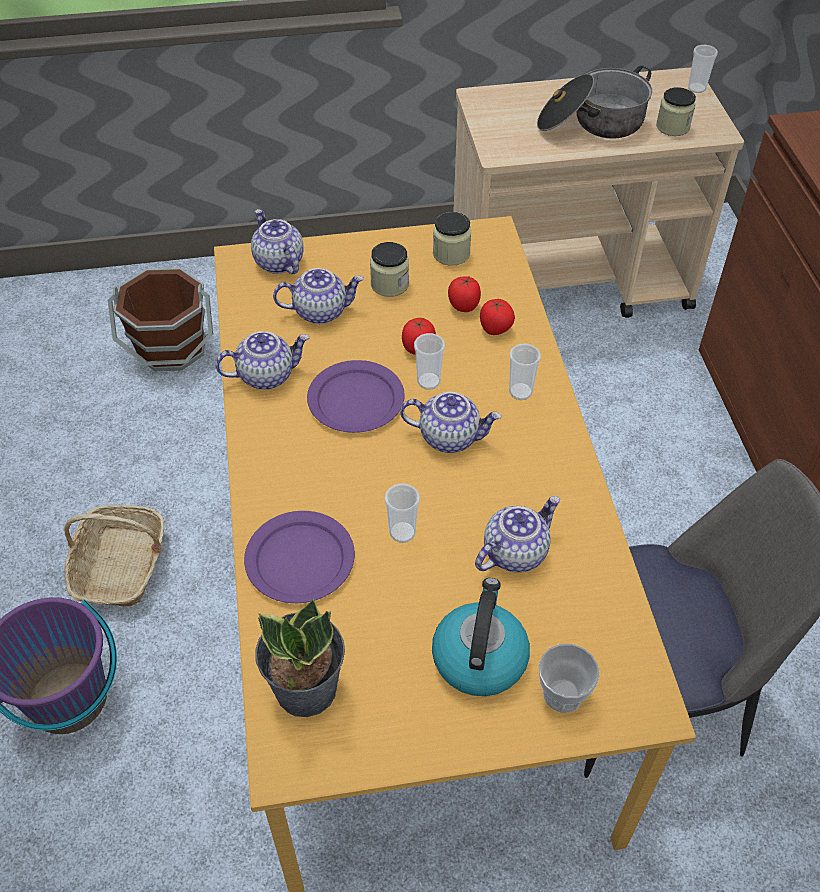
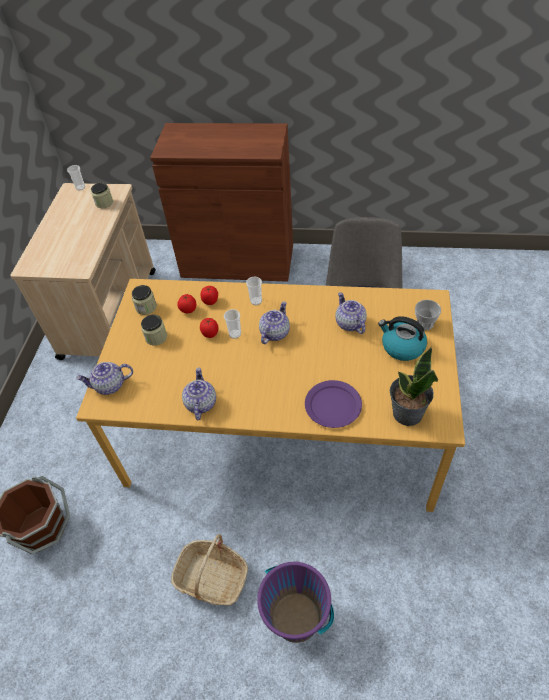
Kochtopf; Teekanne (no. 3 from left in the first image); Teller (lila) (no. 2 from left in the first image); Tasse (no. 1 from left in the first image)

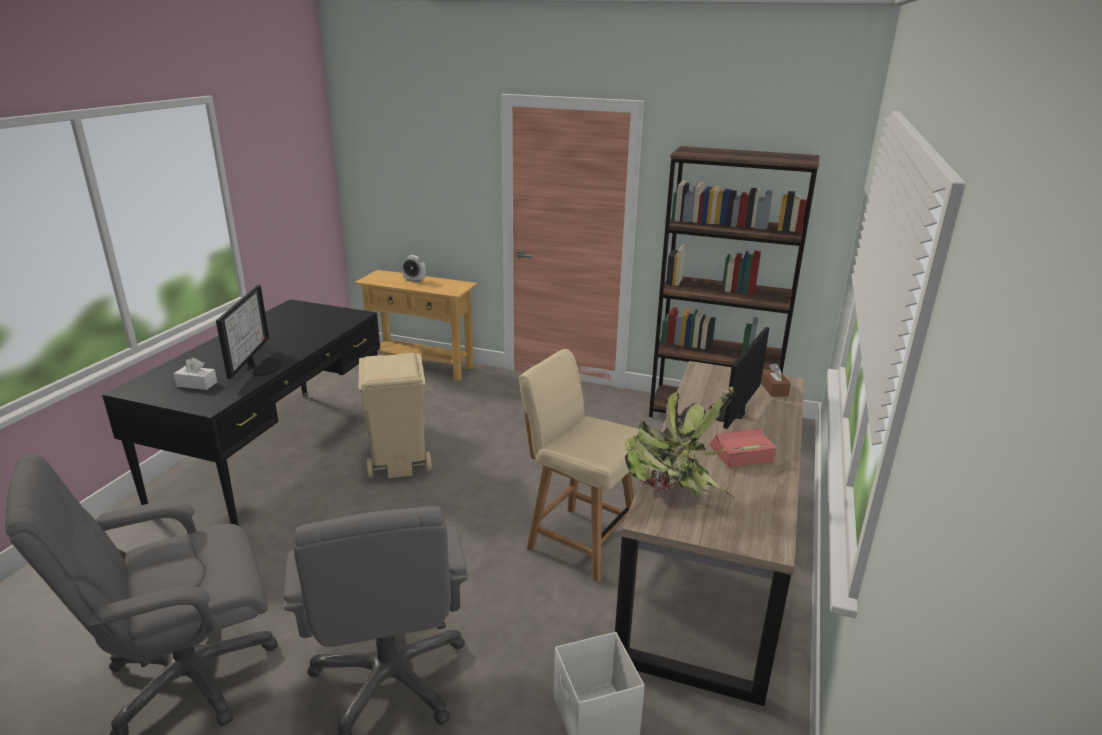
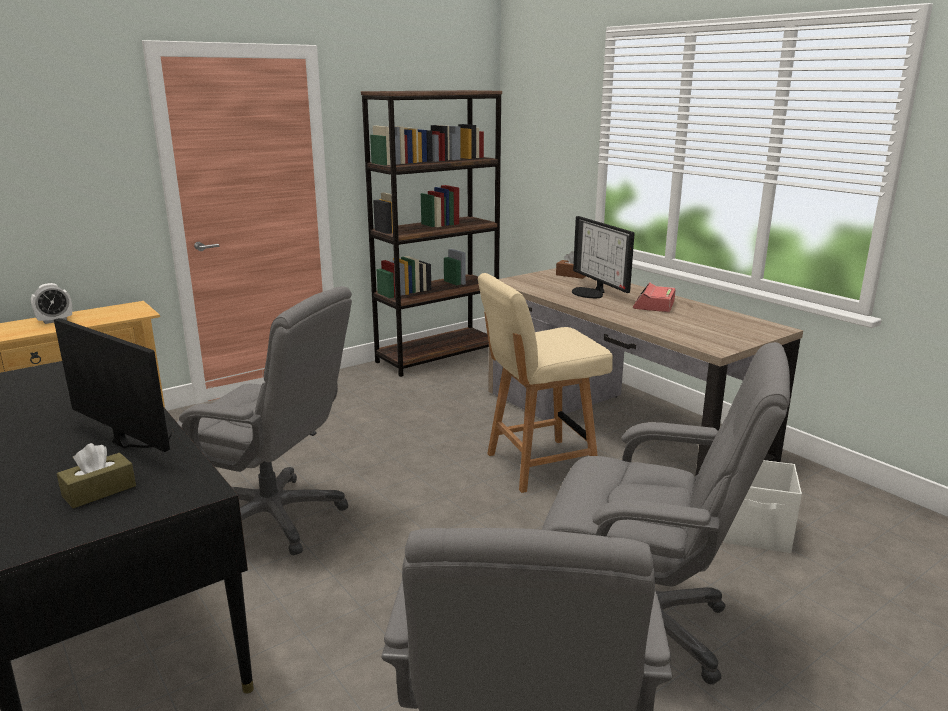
Bürostuhl (grau) (no. 1 from left); Taschentuchbox (braun) (no. 1 from left); Topfpflanze

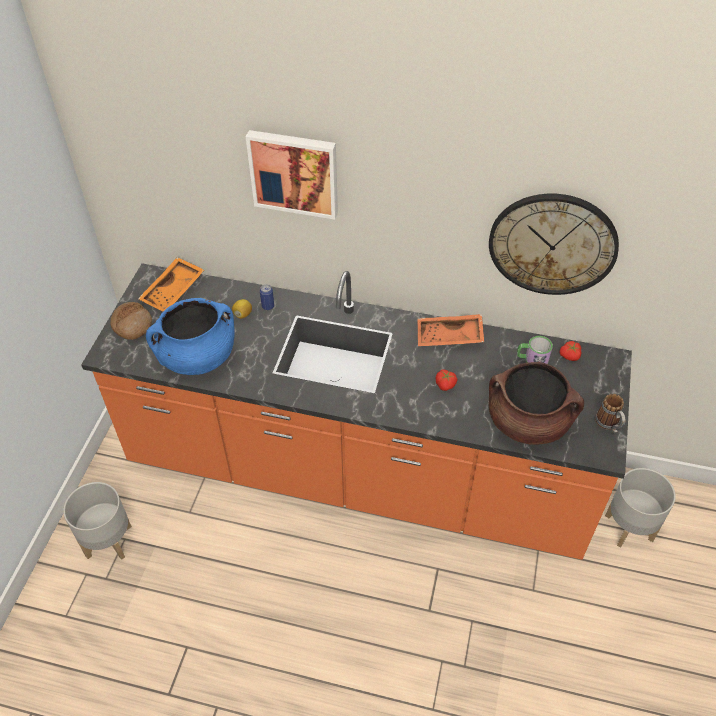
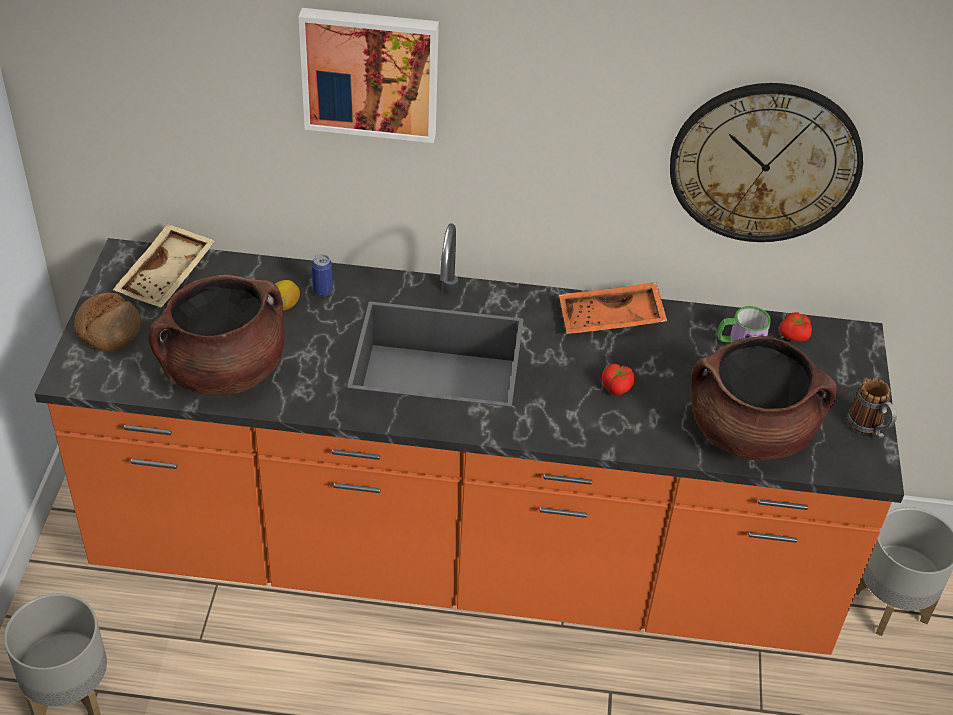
Tablett (beige); Kochtopf (braun) (no. 1 from left)

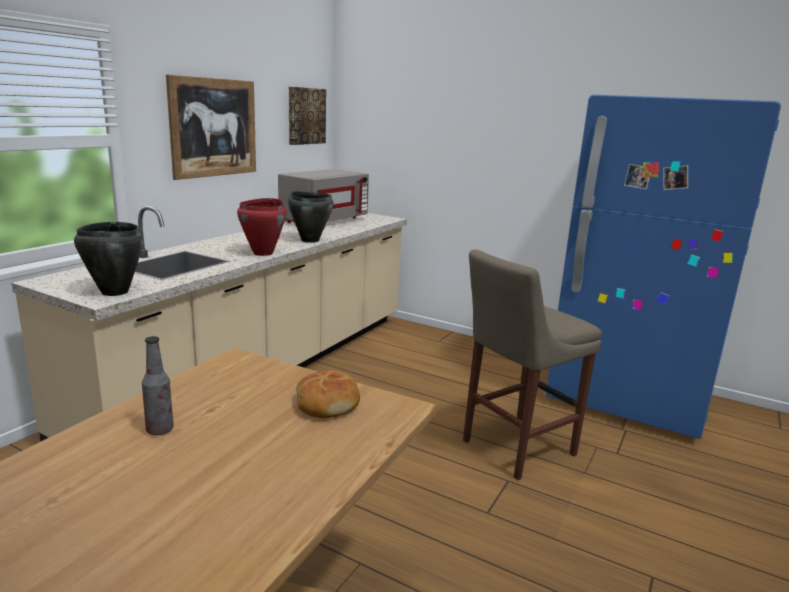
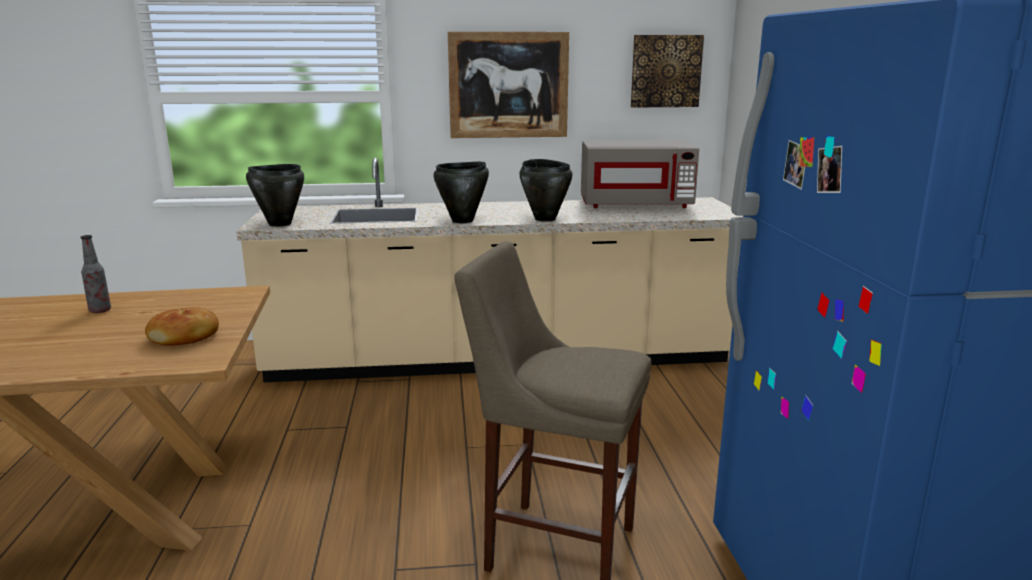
Kochtopf (schwarz) (no. 2 from left)

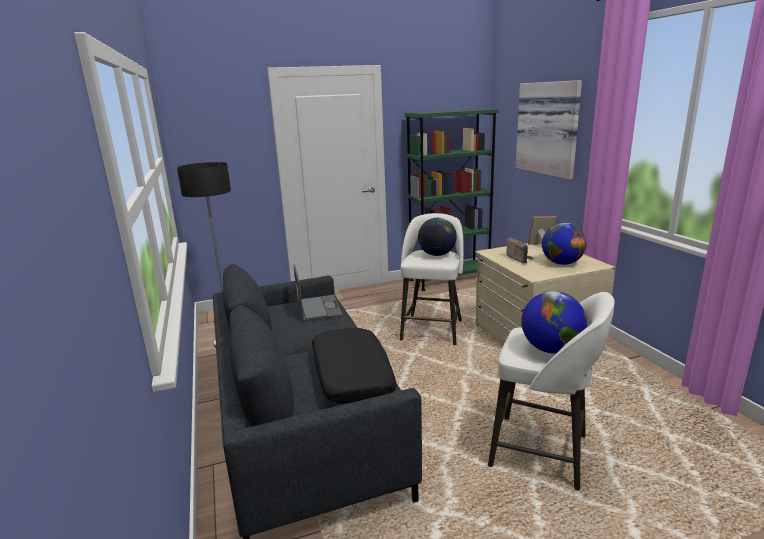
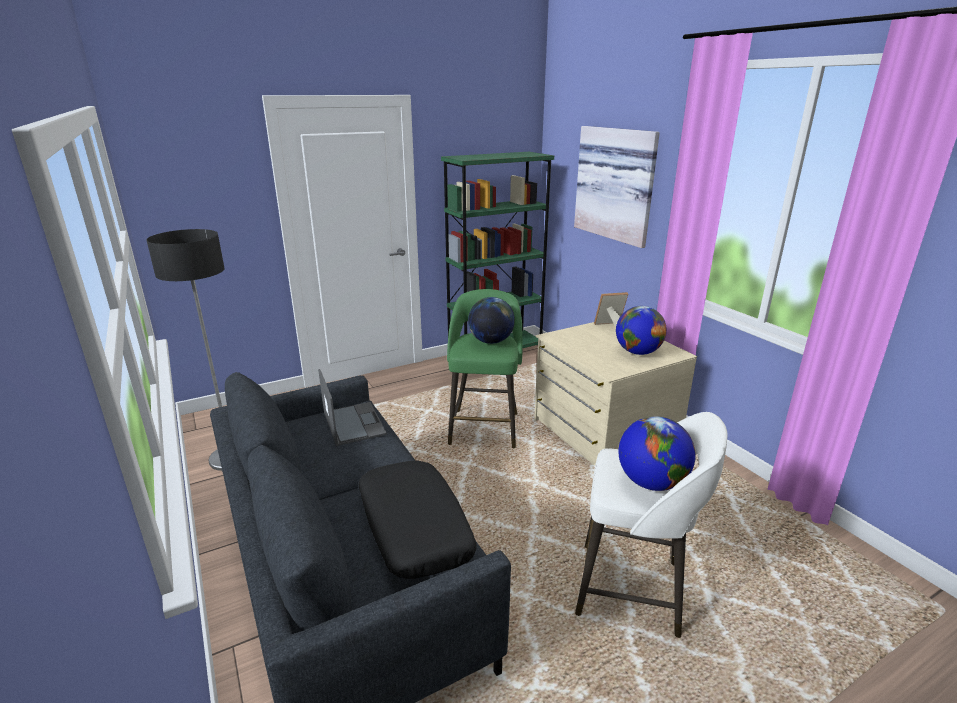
Hocker (grün); Radio

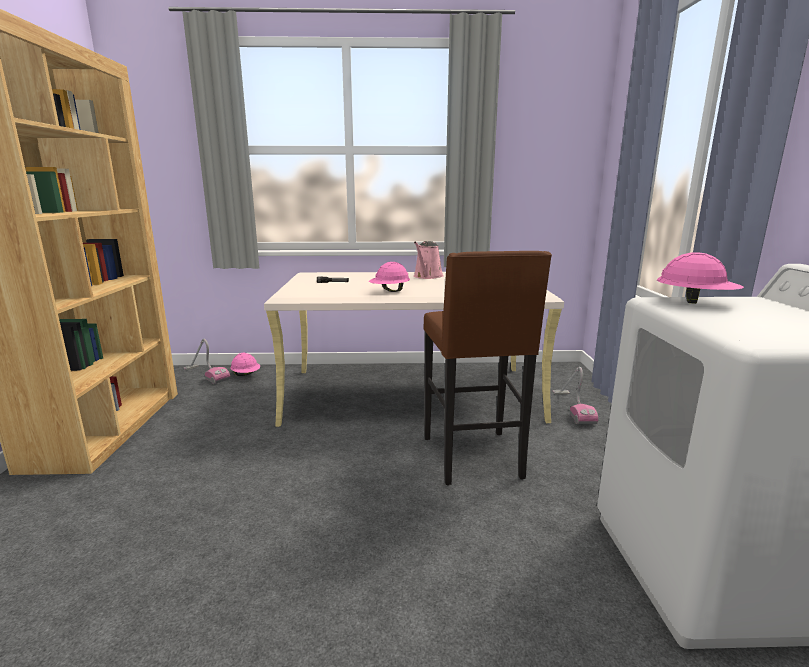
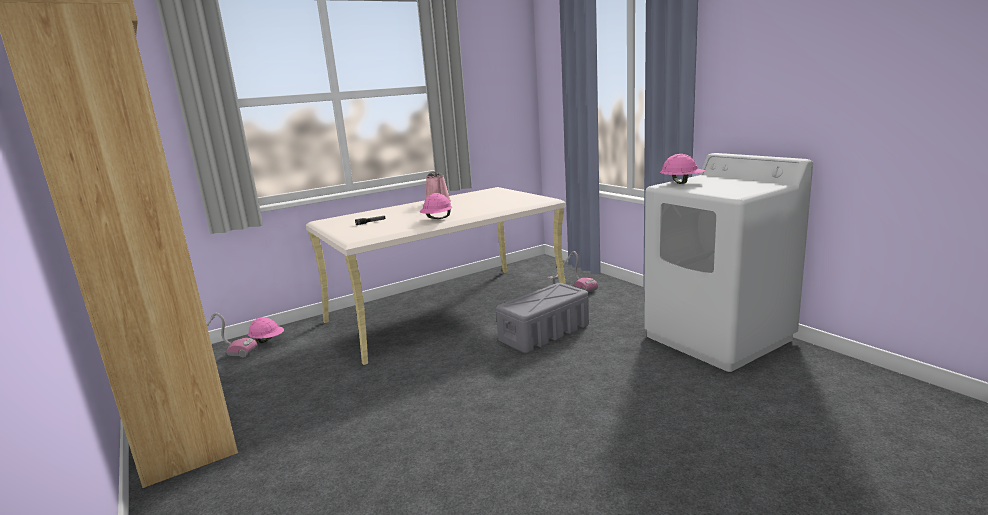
Aufbewahrungsbox (grau)

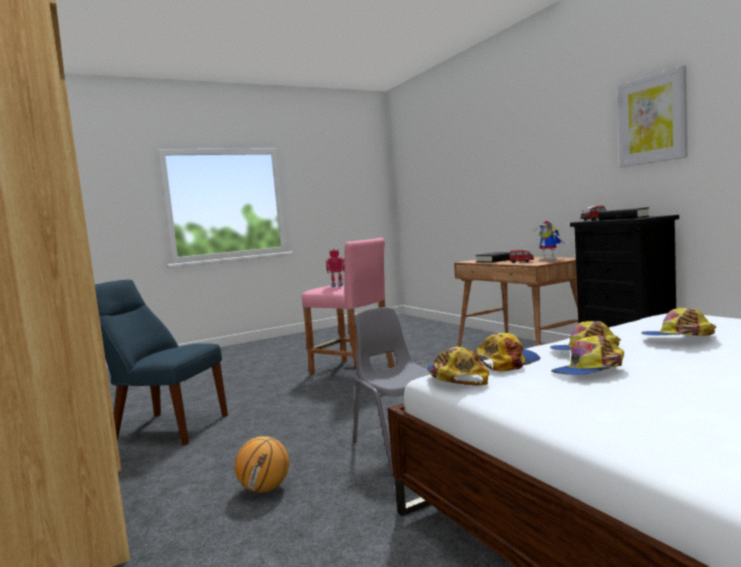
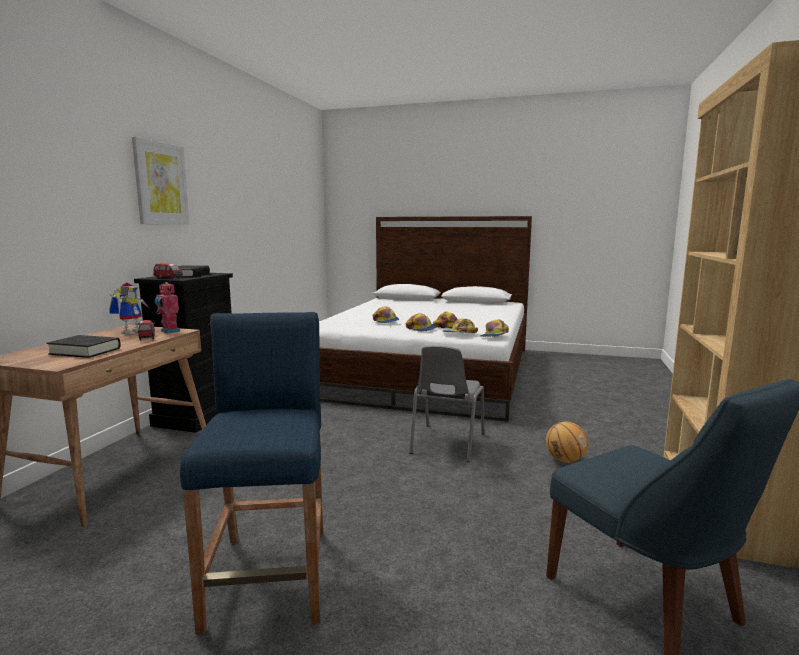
Hocker (blau); Spielzeugroboter (no. 2 from left)

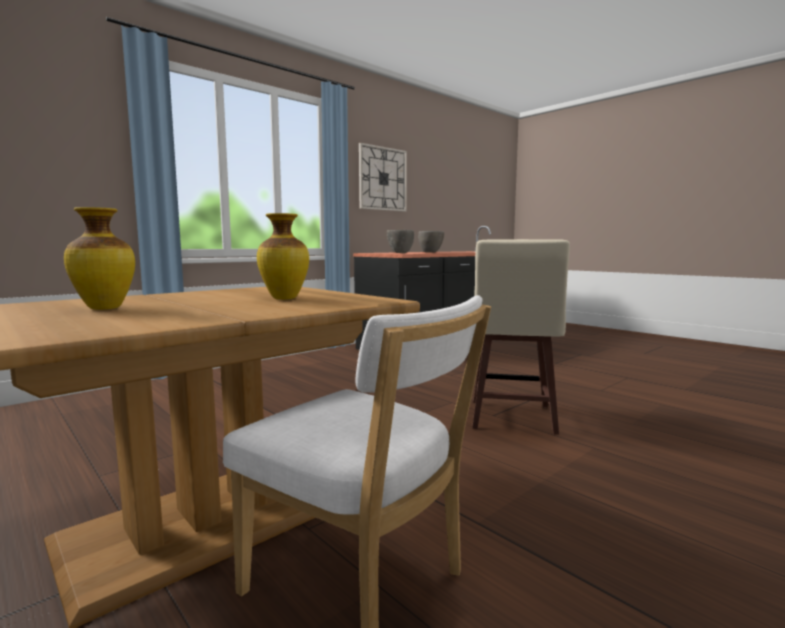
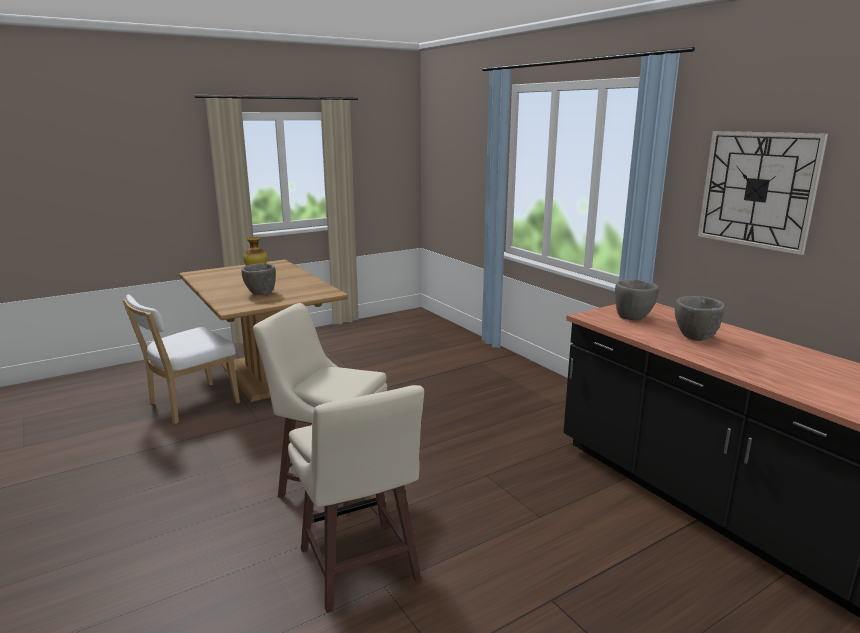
Schüssel (grau) (no. 1 from left); Hocker (beige) (no. 2 from left)

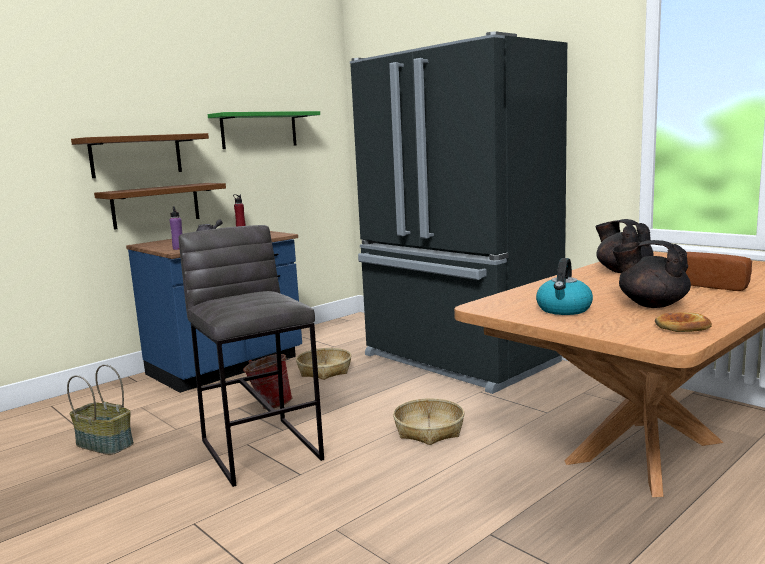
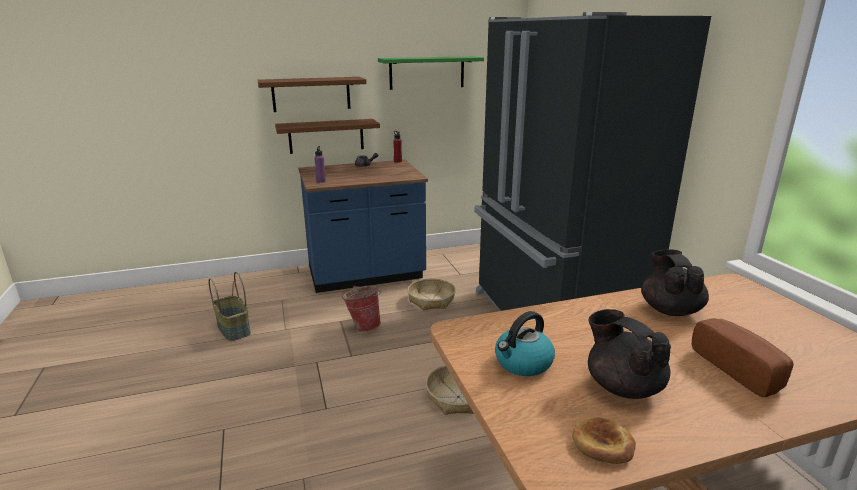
Hocker (grau)

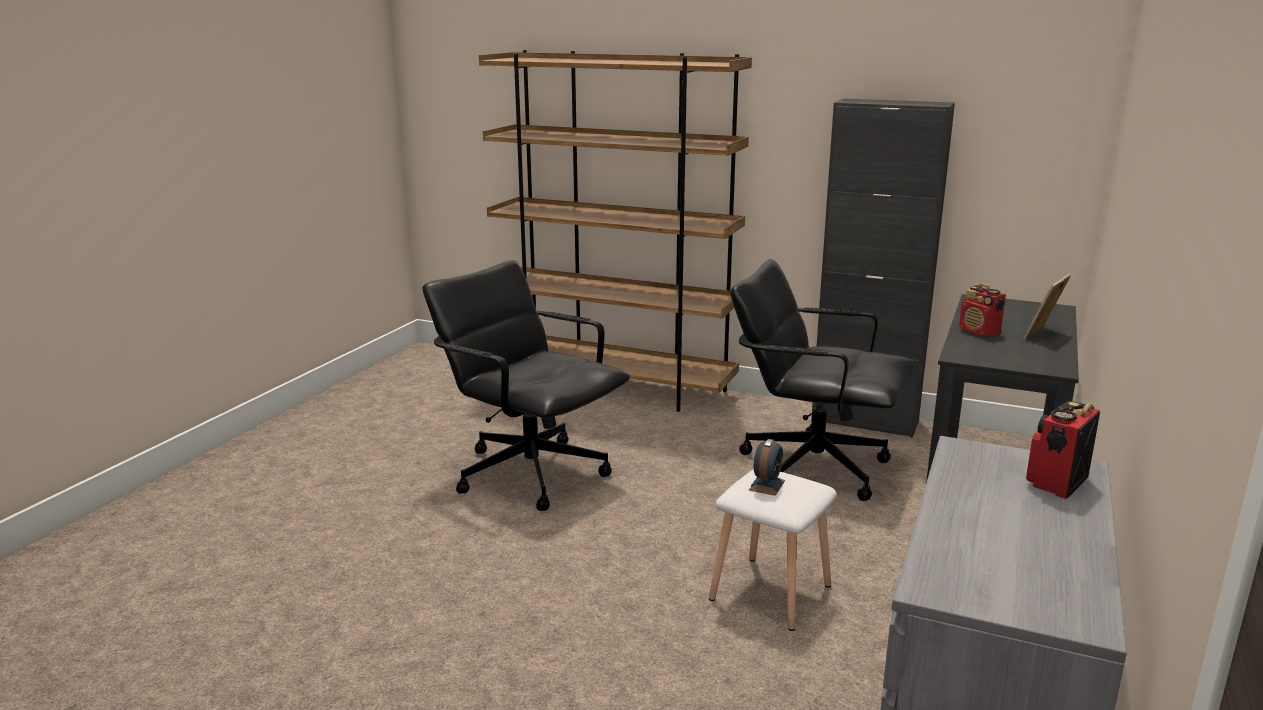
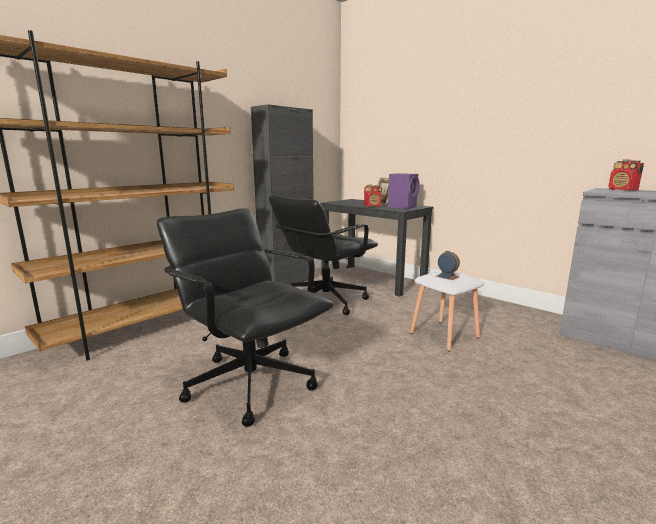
Bürostuhl (schwarz) (no. 1 from left); Lautsprecher (lila)

